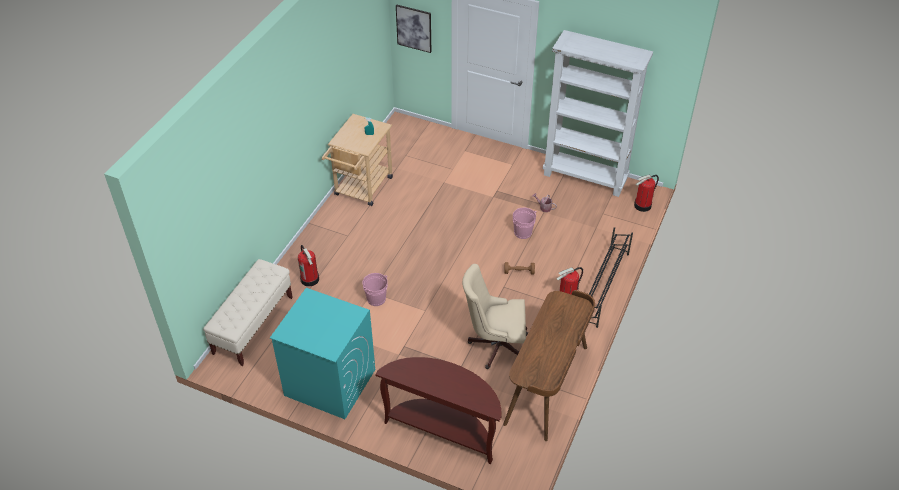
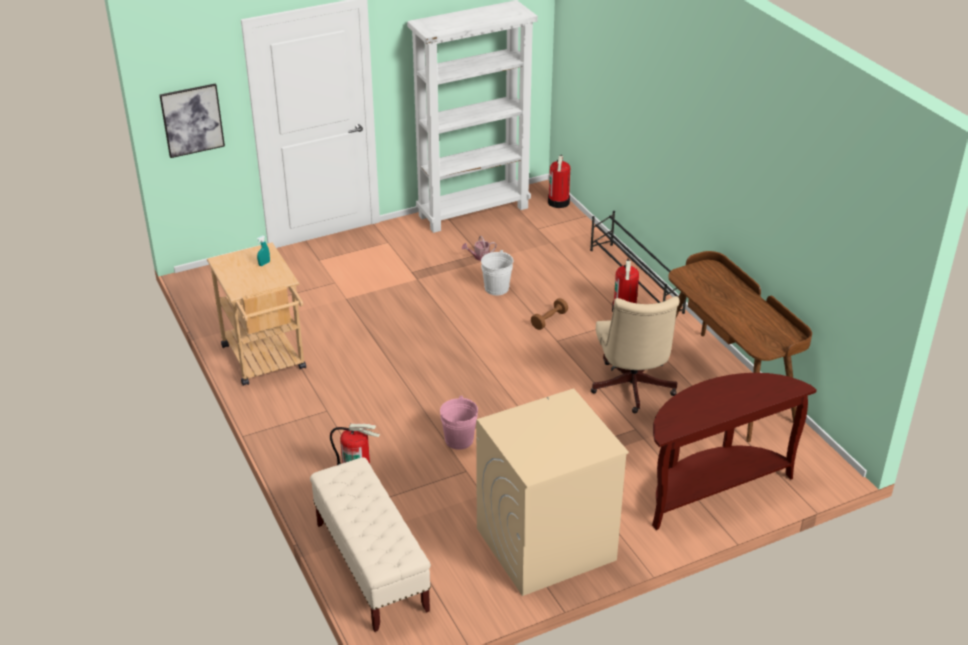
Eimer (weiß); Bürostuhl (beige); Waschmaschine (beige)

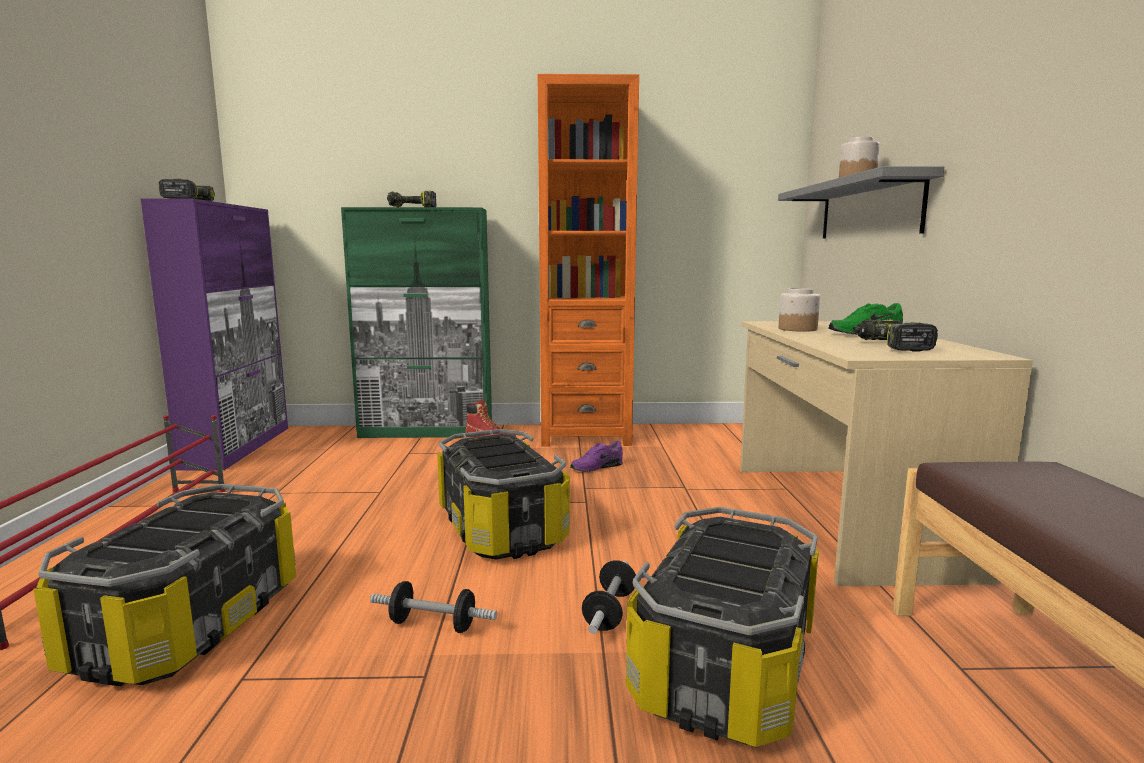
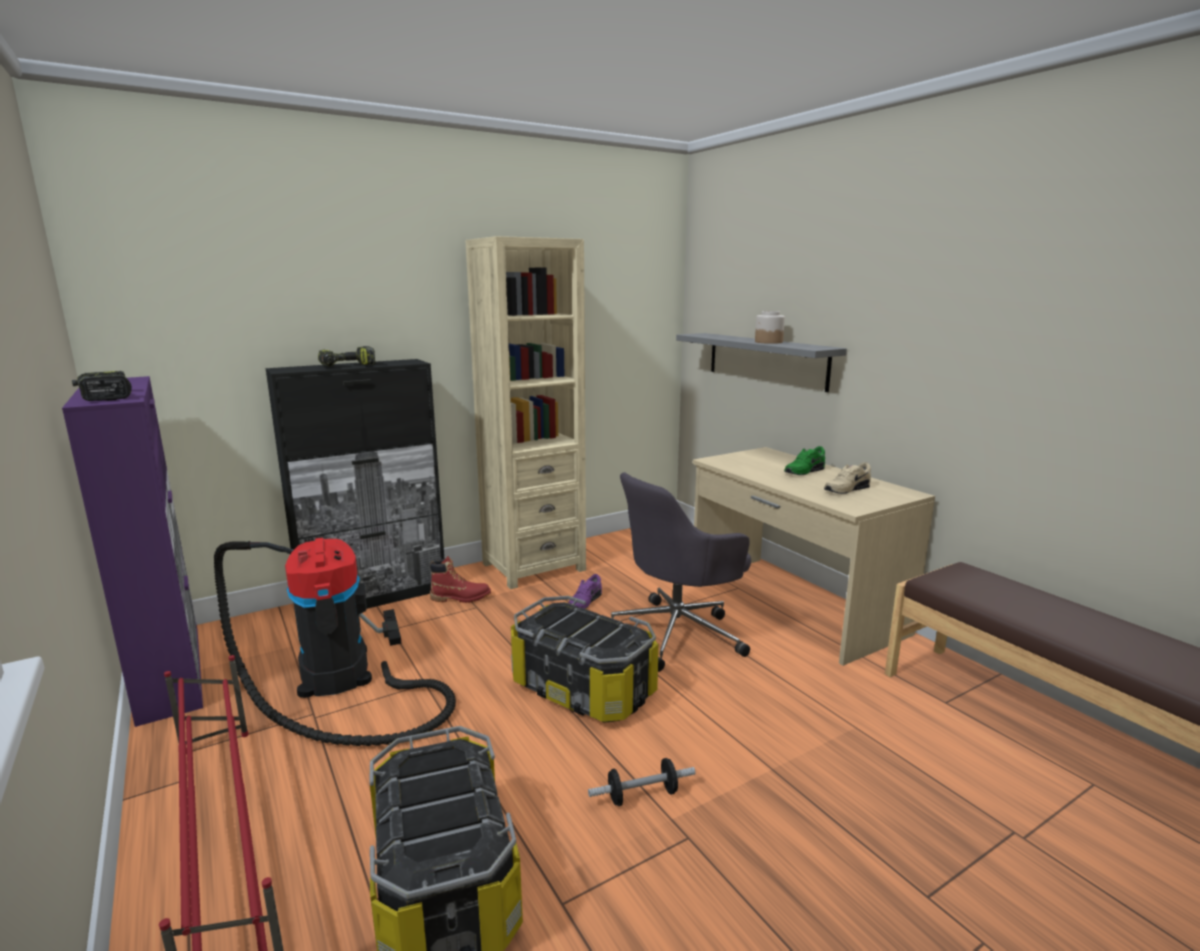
Bücherregal (beige); Schrank (schwarz); Vorratsglas (no. 1 from left in the first image); Schuh (beige); Aufbewahrungsbox (no. 3 from left in the first image); Hantel (no. 2 from left in the first image); Bürostuhl (grau); Staubsauger

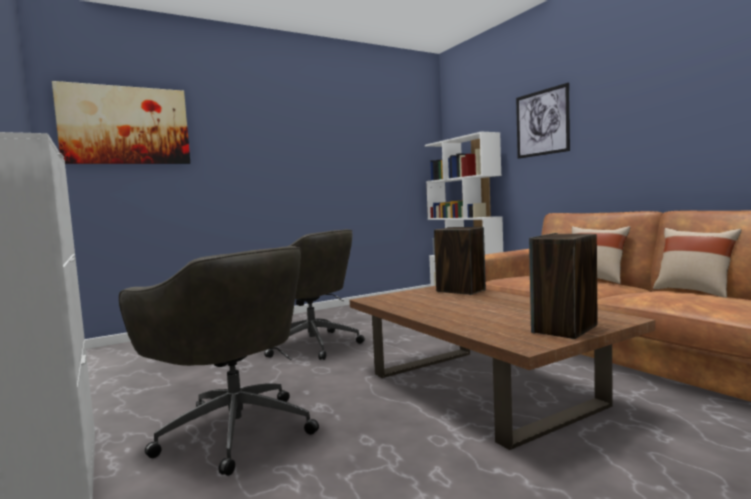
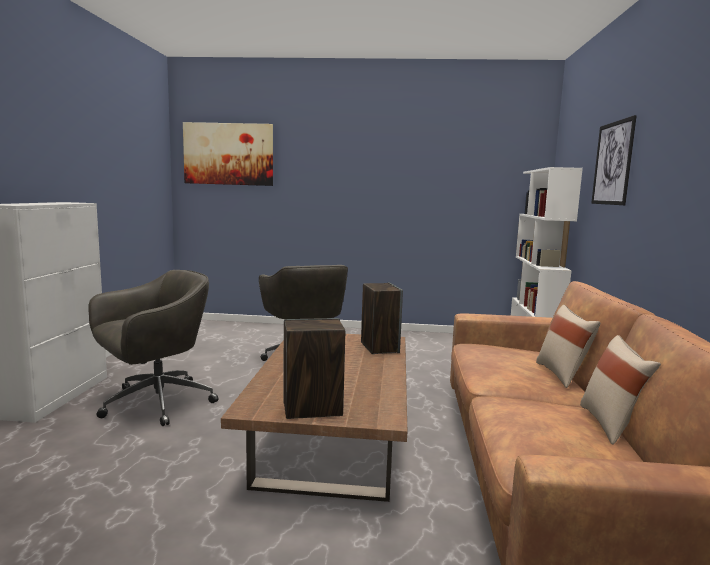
Bürostuhl (grau) (no. 1 from left)

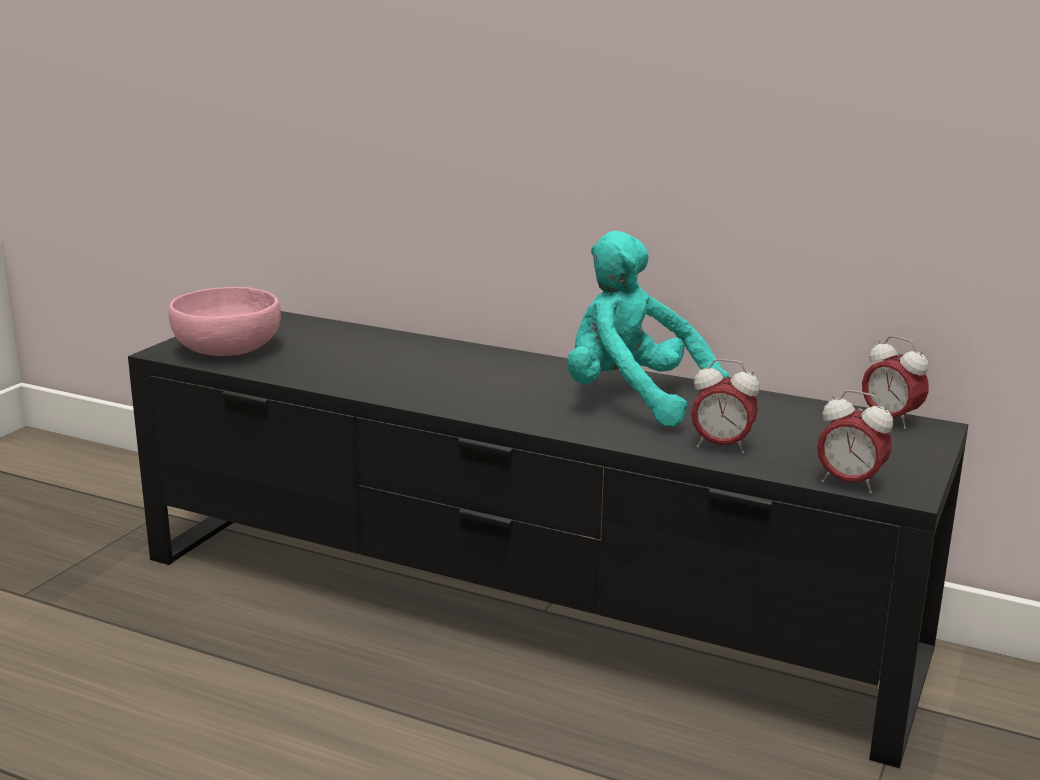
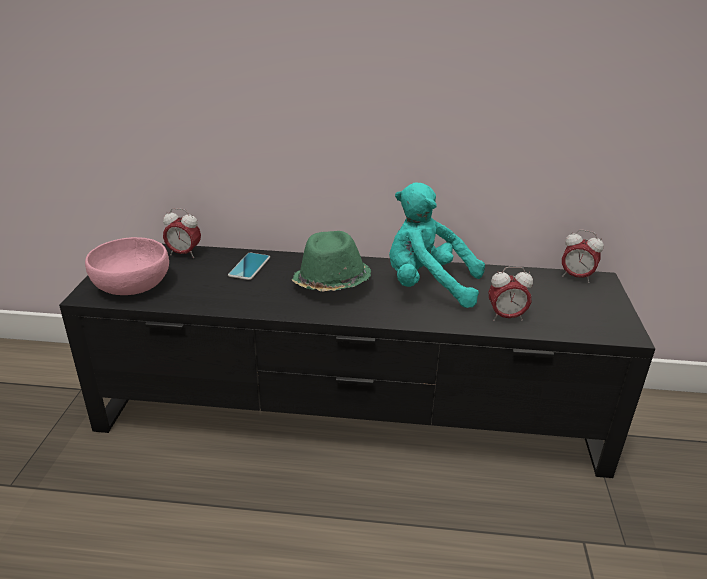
Wecker (no. 1 from left); Hut (grün); Handy

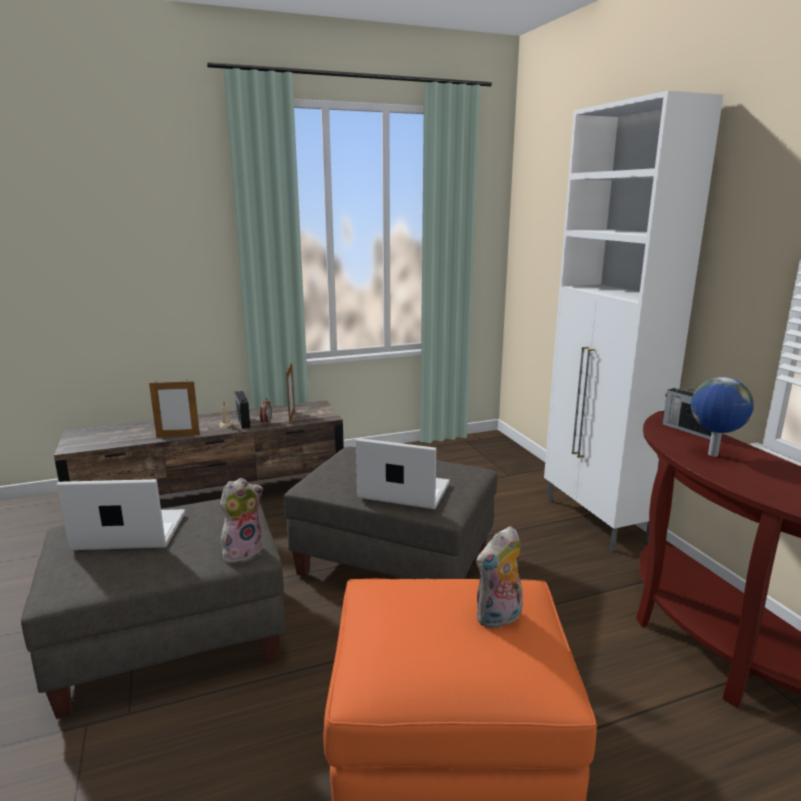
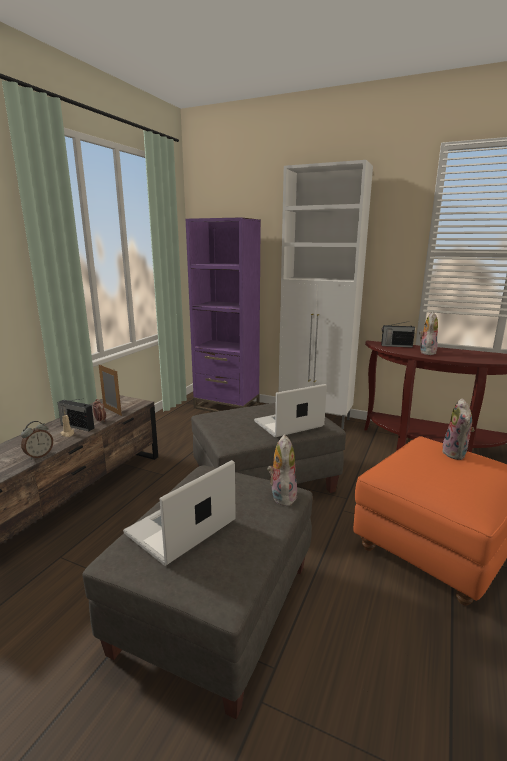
Plüschtier (no. 2 from left); Wecker (no. 1 from left); Bücherregal (lila)

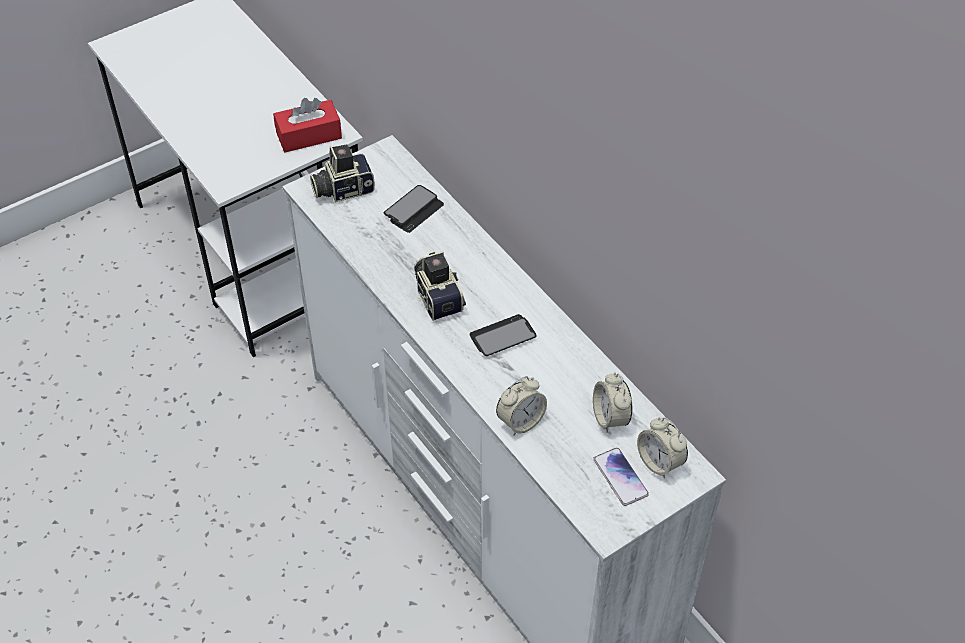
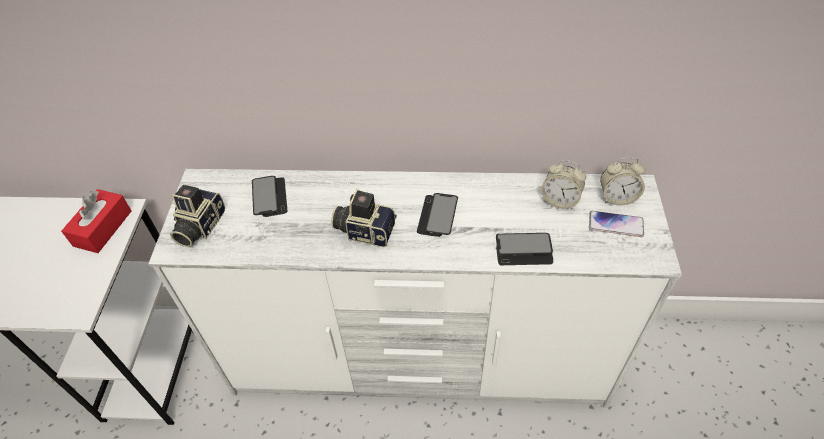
Handy (no. 3 from left)

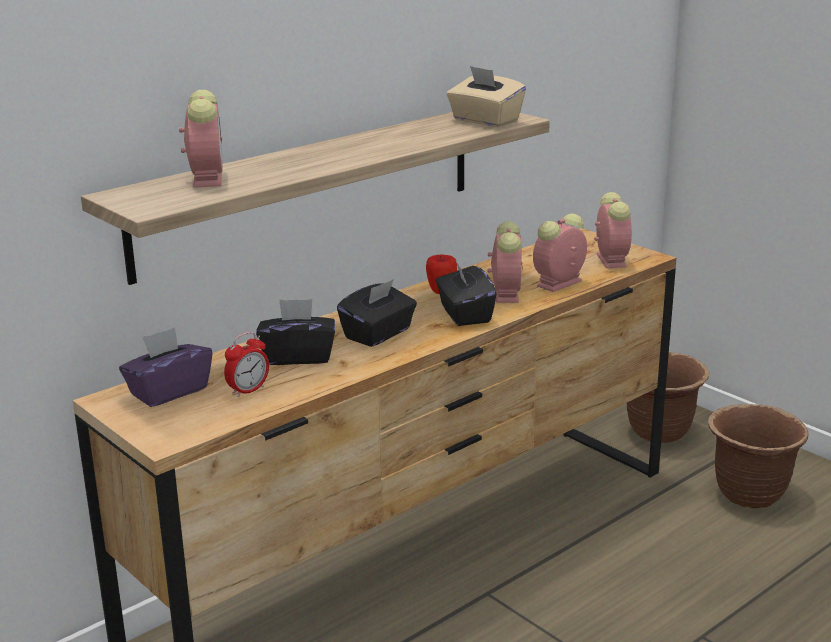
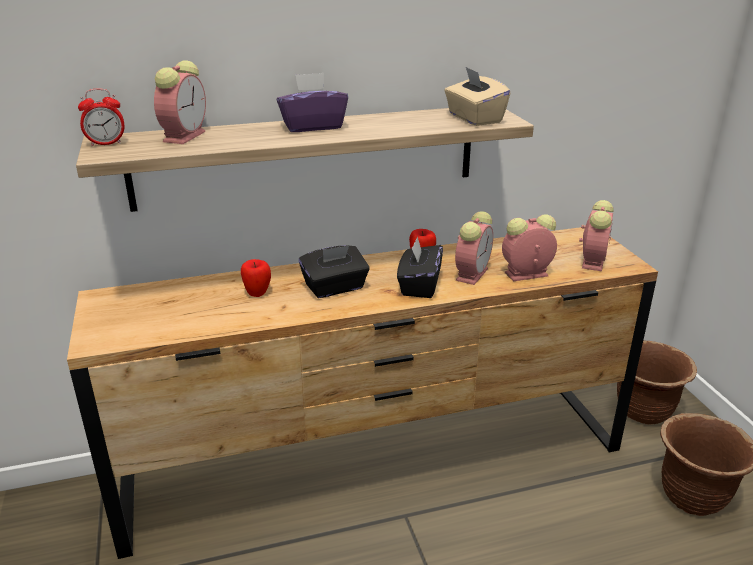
Apfel (no. 1 from left); Taschentuchbox (lila); Wecker (no. 1 from left)

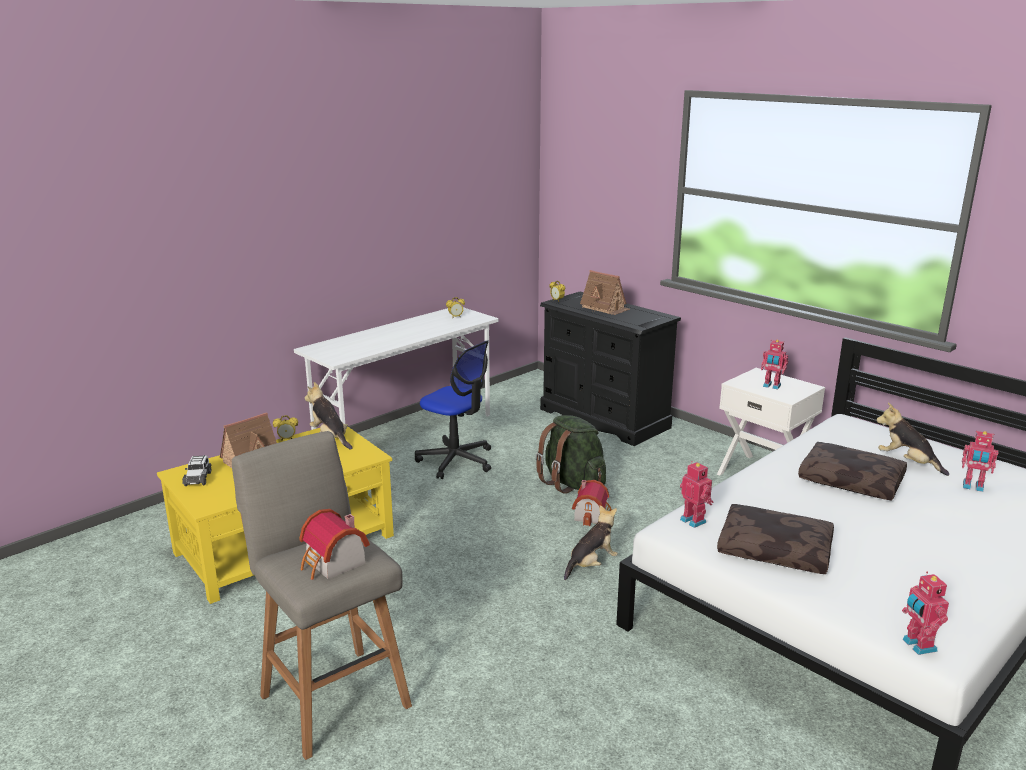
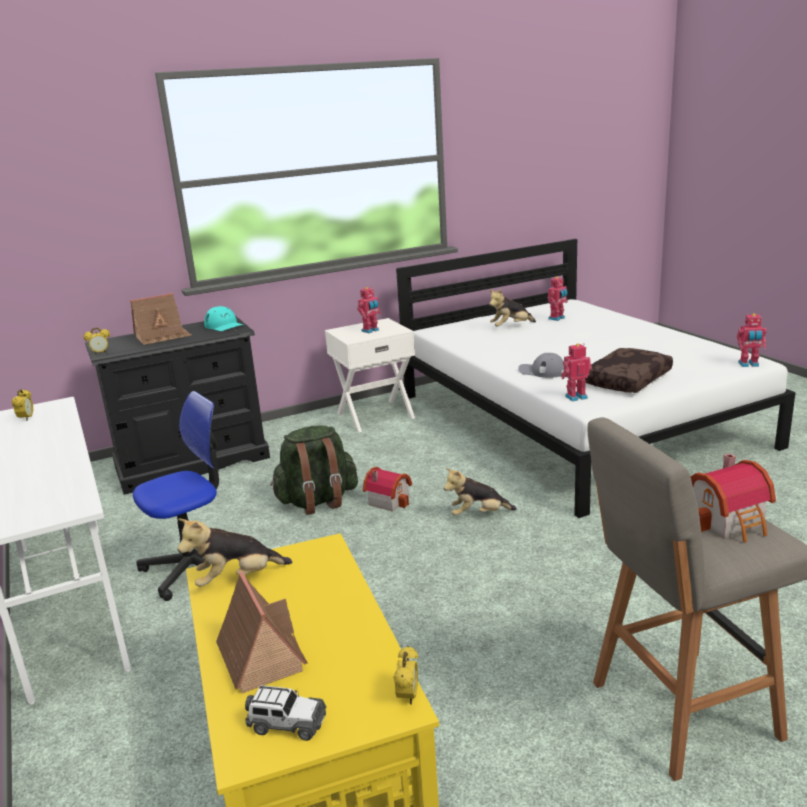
Wecker (no. 3 from left); Kissen (braun) (no. 2 from left in the first image); Plüschtier (no. 2 from left); Kappe (türkis); Kappe (grau)

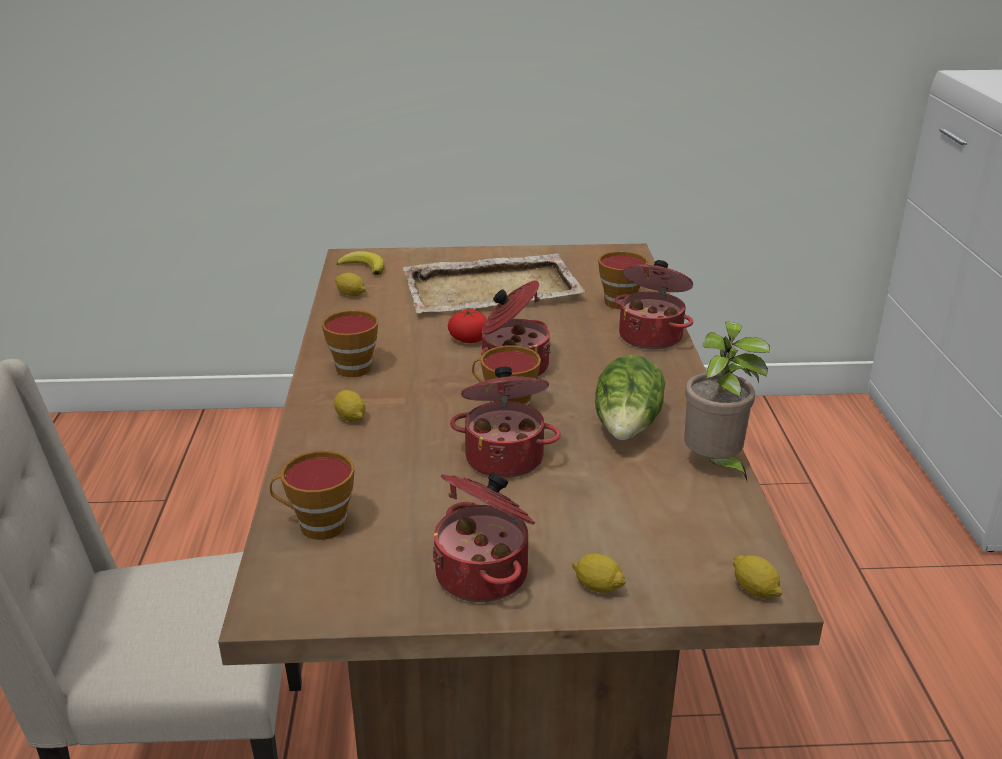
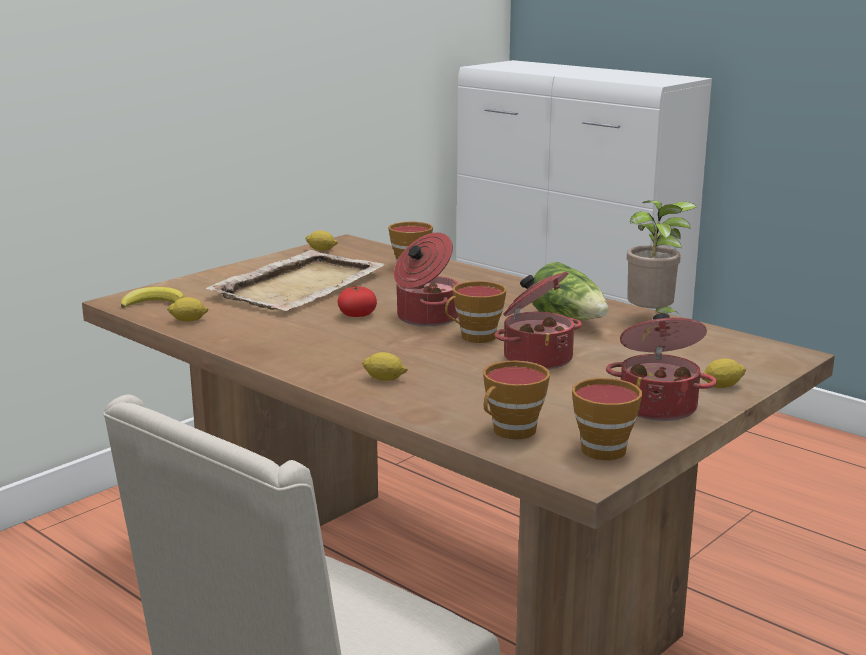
Kochtopf (no. 4 from left in the first image); Tasse (no. 4 from left); Zitrone (no. 2 from left)

